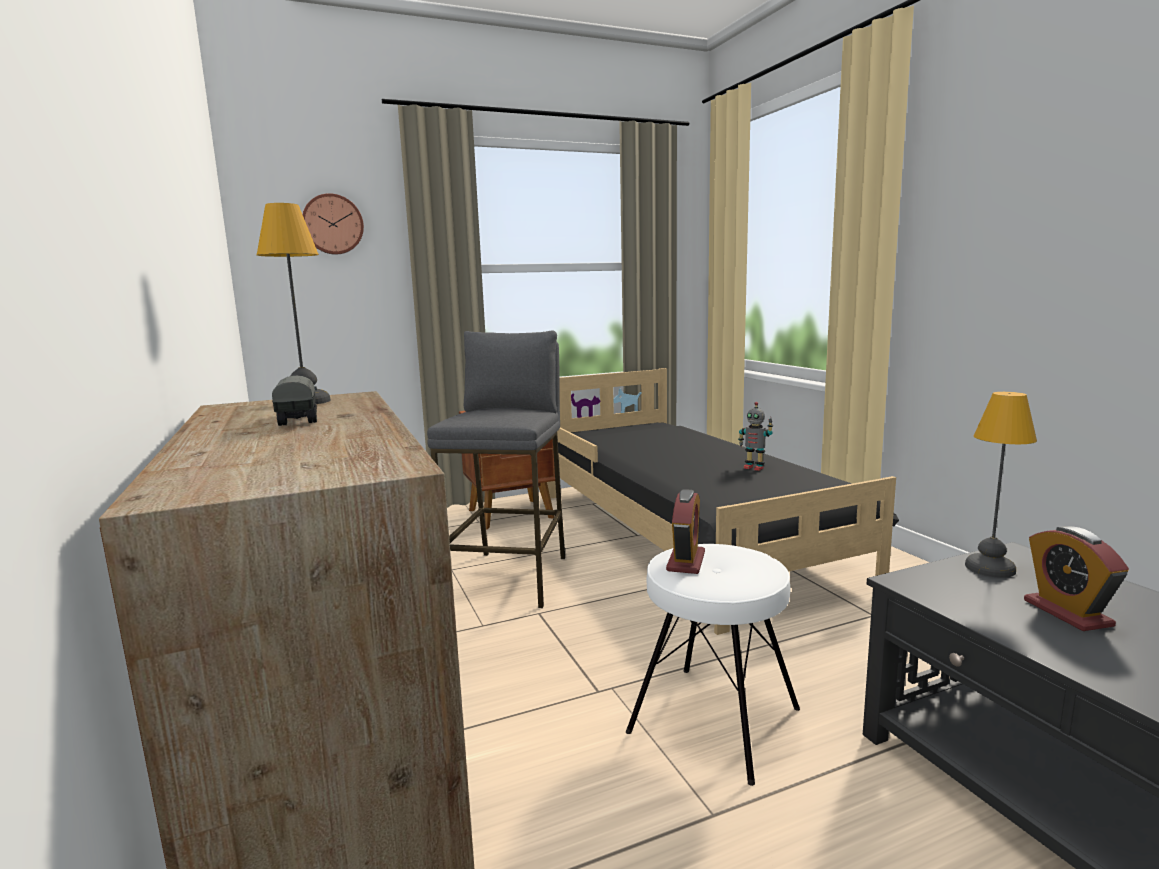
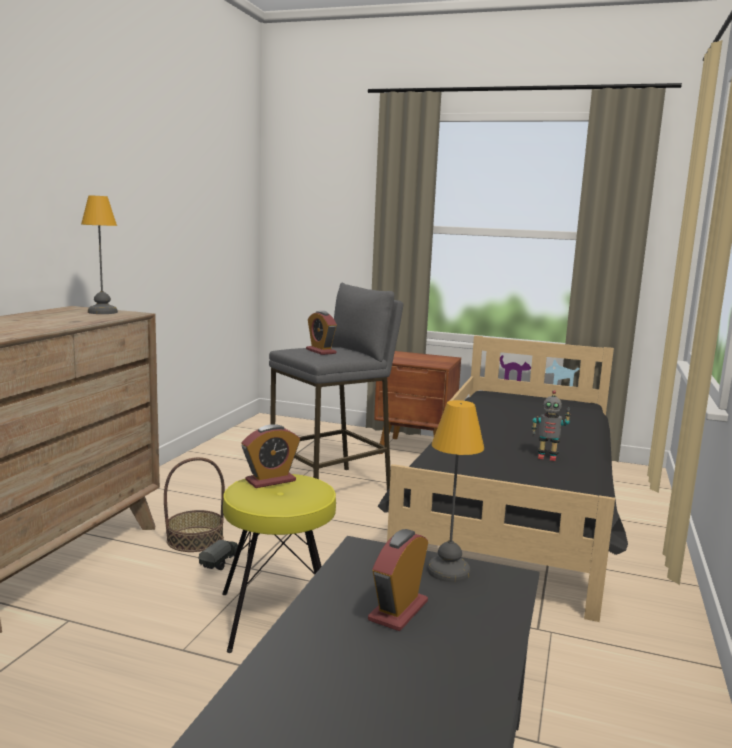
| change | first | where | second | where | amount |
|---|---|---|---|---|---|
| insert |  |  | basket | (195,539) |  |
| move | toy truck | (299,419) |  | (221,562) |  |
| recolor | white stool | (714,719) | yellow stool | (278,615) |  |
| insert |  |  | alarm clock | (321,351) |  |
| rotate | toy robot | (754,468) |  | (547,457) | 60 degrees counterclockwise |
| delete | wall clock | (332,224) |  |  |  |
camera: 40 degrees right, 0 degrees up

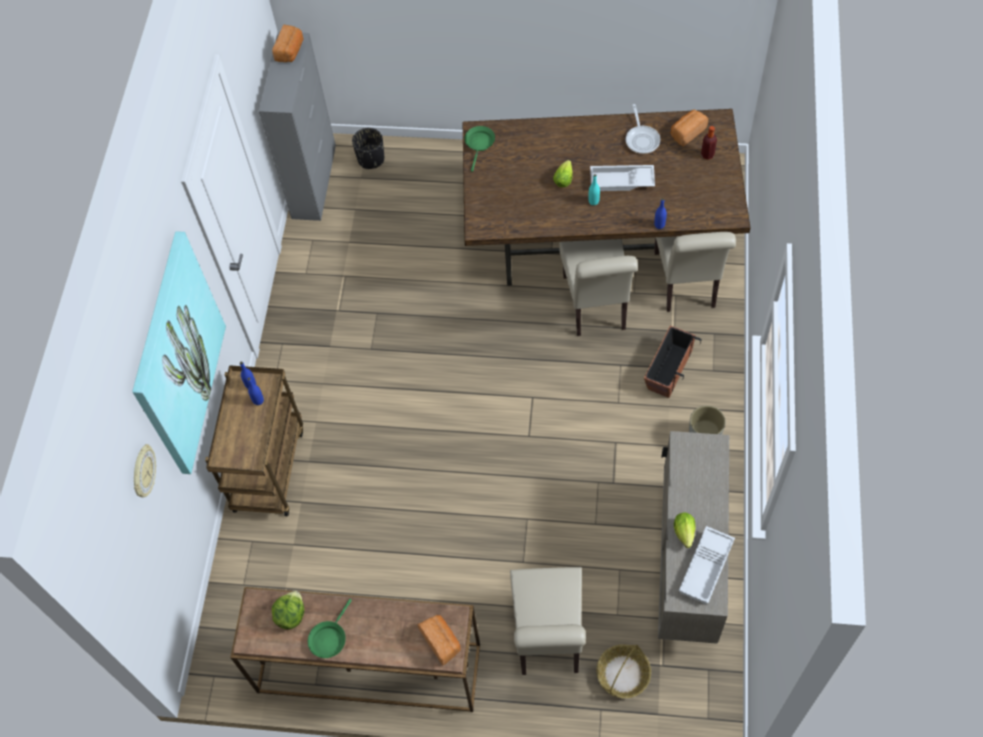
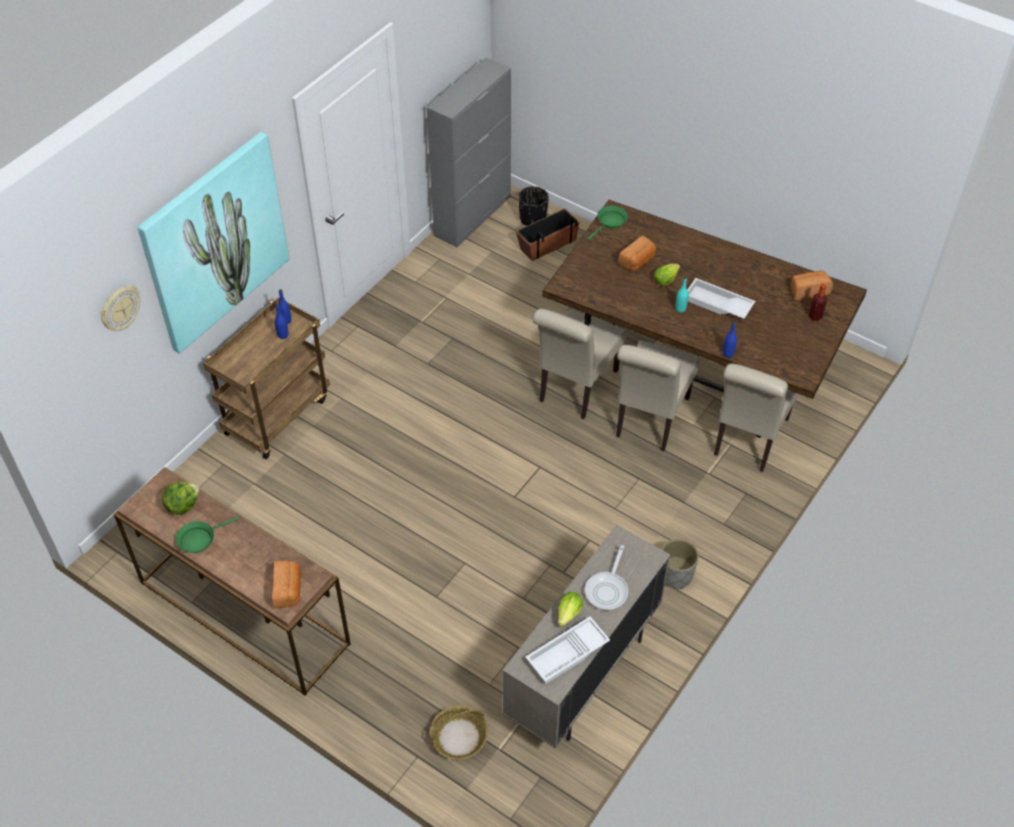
| change | first | where | second | where | amount |
|---|---|---|---|---|---|
| move | planter | (669,369) |  | (547,244) |  |
| move | beige chair | (548,639) |  | (575,389) |  |
| move | frying pan | (642,139) |  | (607,590) |  |
| move | bread | (290,51) |  | (638,261) |  |
camera: 25 degrees right, 10 degrees down

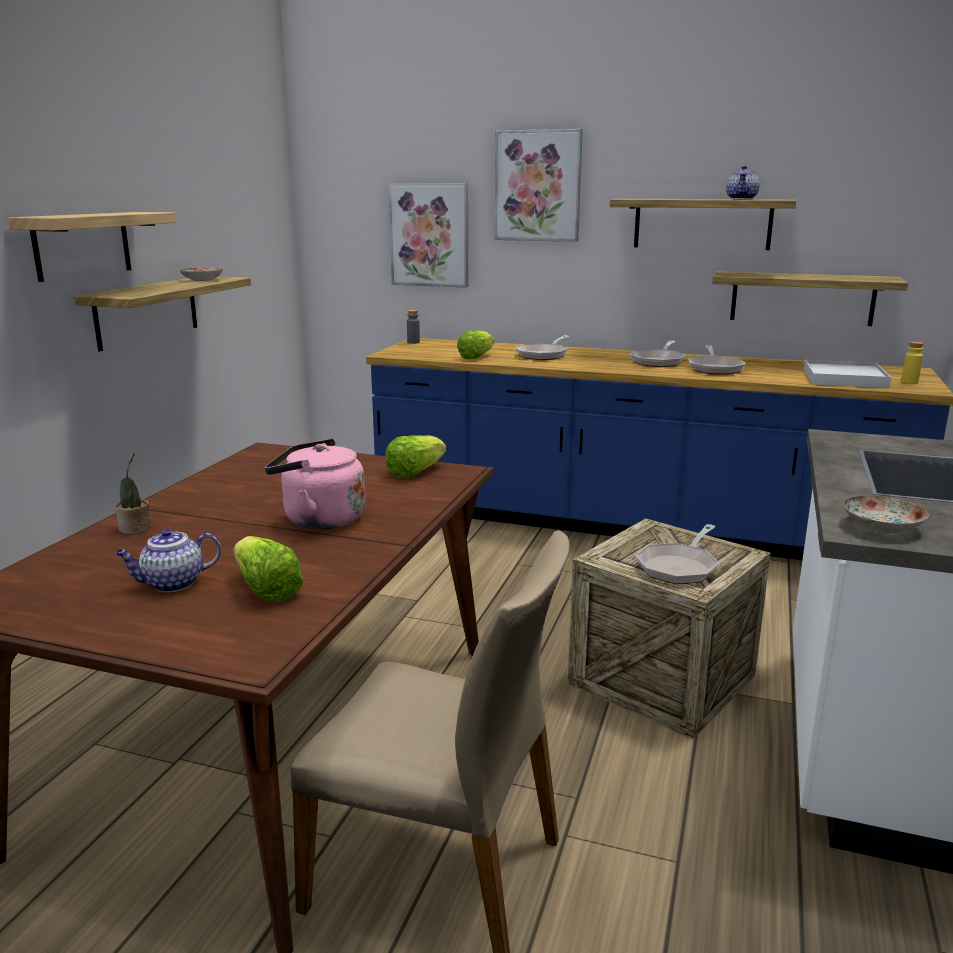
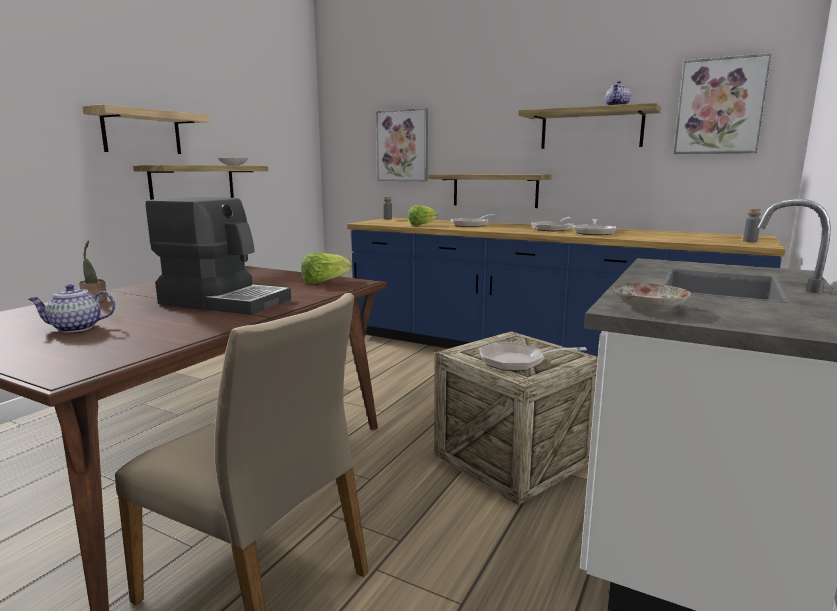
| change | first | where | second | where | amount |
|---|---|---|---|---|---|
| replace | pink kettle | (319,519) | coffee machine | (225,301) |  |
| move | shelf | (802,298) |  | (495,190) |  |
| rotate | frying pan | (679,567) |  | (517,362) | 45 degrees clockwise |
| move | picture | (538,186) |  | (720,106) |  |
| recolor | yellow bottle | (909,382) | grey bottle | (750,241) |  |
| delete | lettuce | (266,590) |  |  |  |
| delete | white tray | (844,378) |  |  |  |
camera: 10 degrees right, 5 degrees down

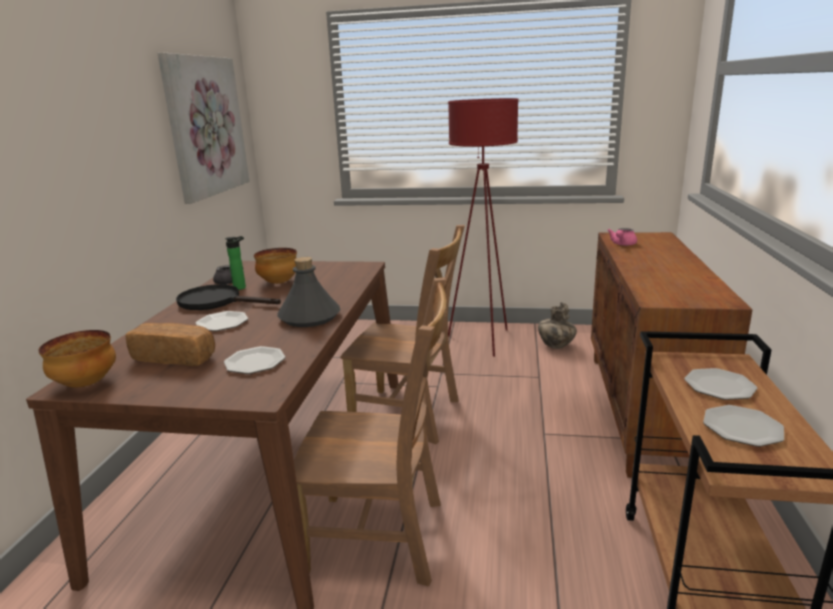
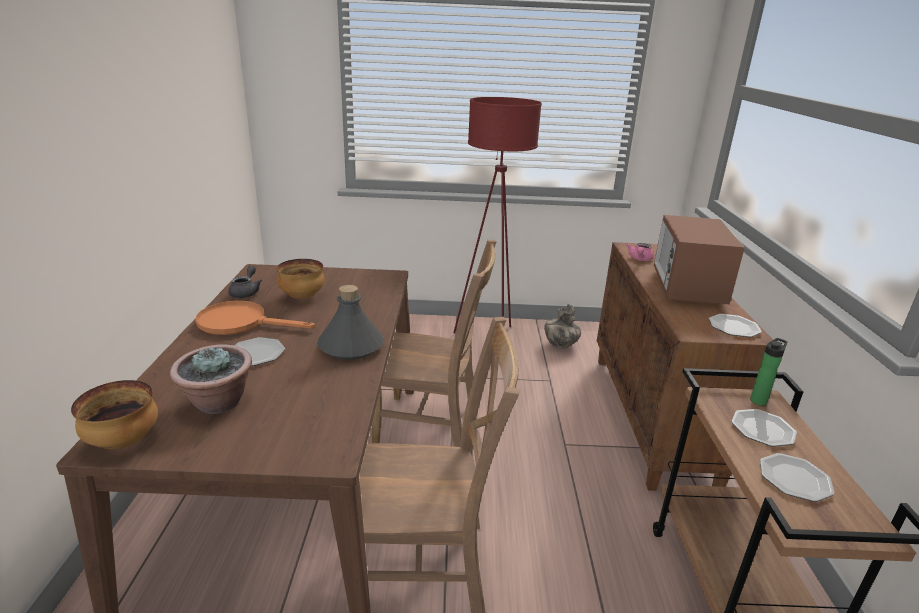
| change | first | where | second | where | amount |
|---|---|---|---|---|---|
| replace | bread | (175,358) | potted plant | (218,403) |  |
| recolor | black frying pan | (217,302) | orange frying pan | (241,323) |  |
| insert |  |  | microwave | (686,289) |  |
| move | plate | (254,362) |  | (733,327) |  |
| move | bottle | (241,287) |  | (759,400) |  |
| delete | picture | (206,126) |  |  |  |
camera: 10 degrees left, 5 degrees up

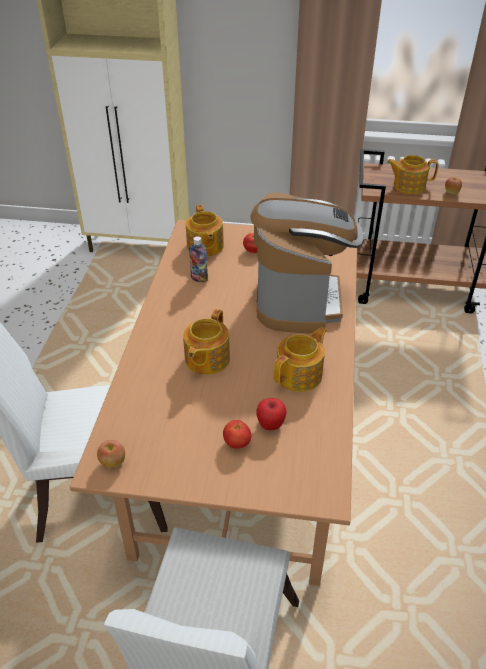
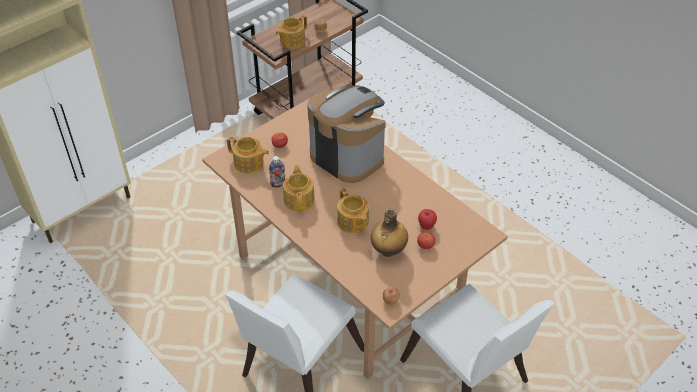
| change | first | where | second | where | amount |
|---|---|---|---|---|---|
| move | teapot | (300,375) |  | (299,199) |  |
| insert |  |  | bottle | (388,251) |  |
camera: 50 degrees left, 5 degrees up

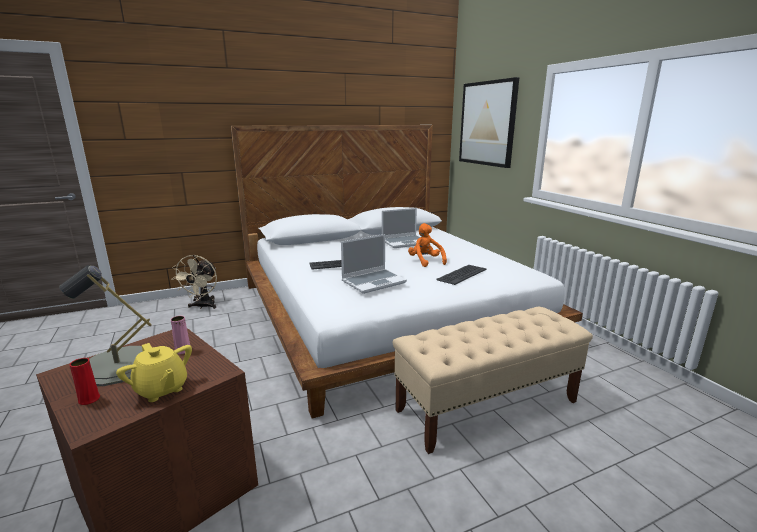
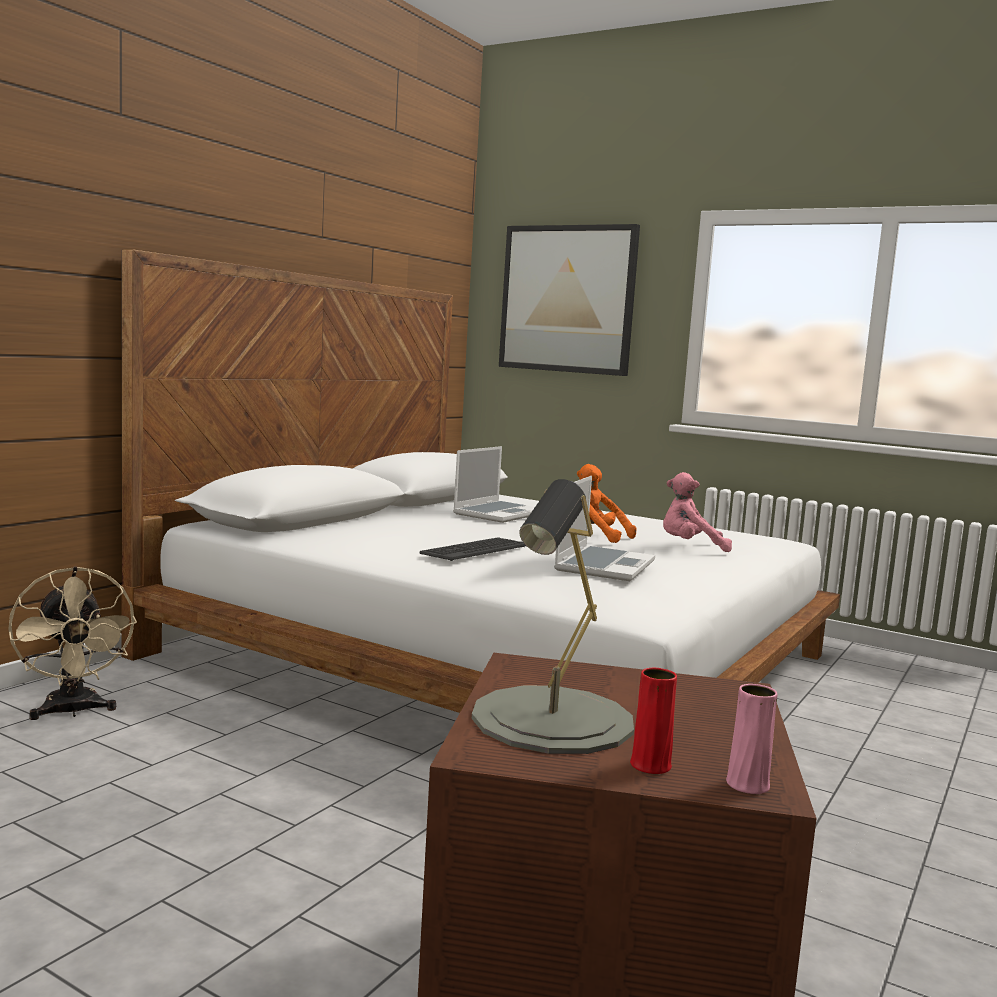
| change | first | where | second | where | amount |
|---|---|---|---|---|---|
| replace | keyboard | (461,275) | pink plush toy | (690,547) |  |
| move | pink vase | (183,350) |  | (747,784) |  |
| delete | yellow teapot | (161,389) |  |  |  |
| delete | beige bench | (487,405) |  |  |  |
camera: 35 degrees left, 10 degrees down

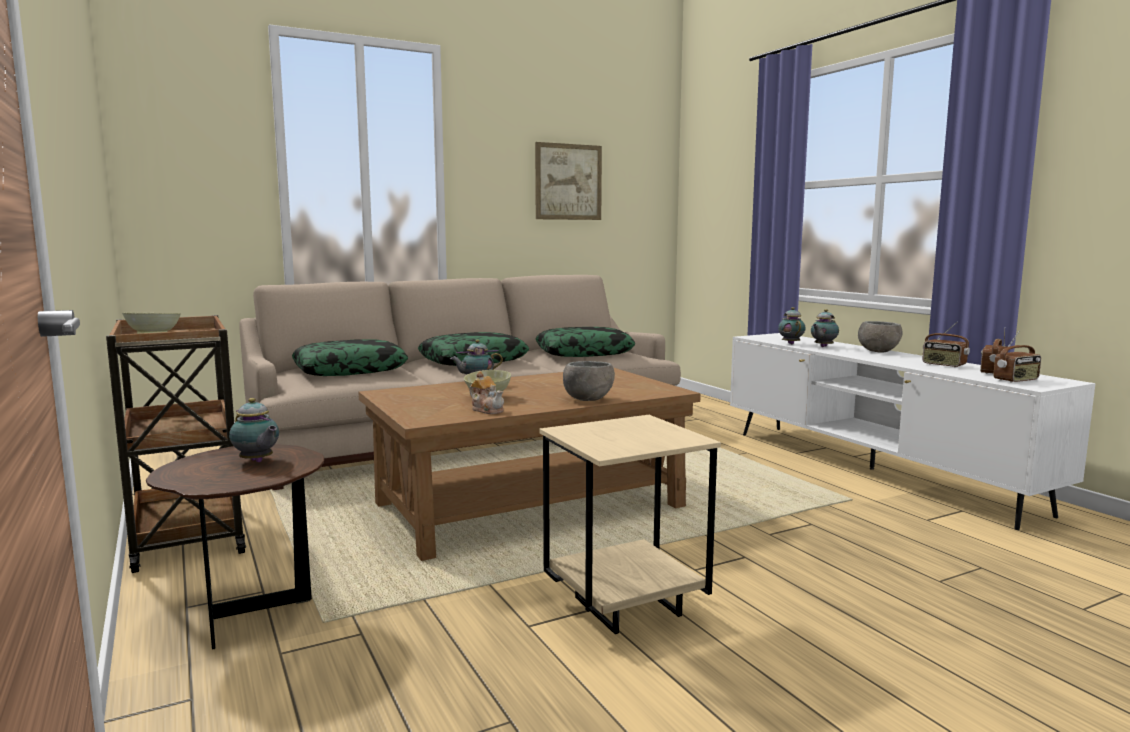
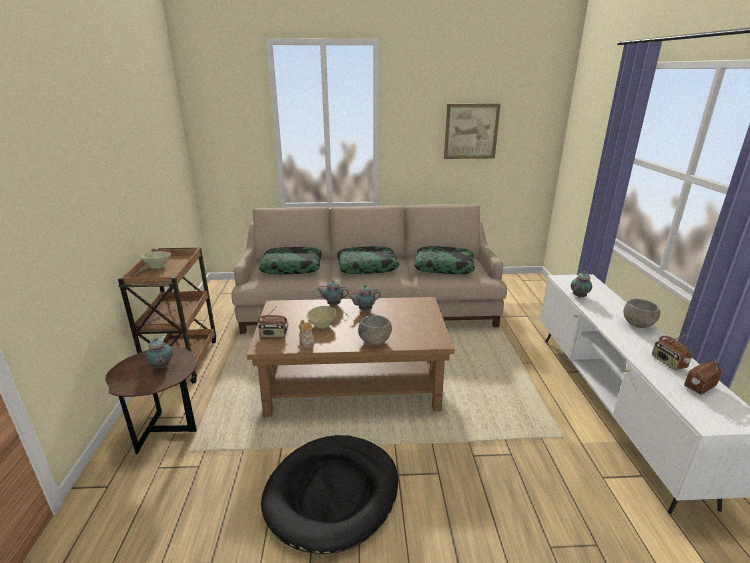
| change | first | where | second | where | amount |
|---|---|---|---|---|---|
| move | radio | (1016,380) |  | (273,335) |  |
| replace | beige side table | (624,606) | black dog bed | (333,493) |  |
| move | teapot | (822,347) |  | (364,310) |  |
camera: 25 degrees right, 15 degrees up

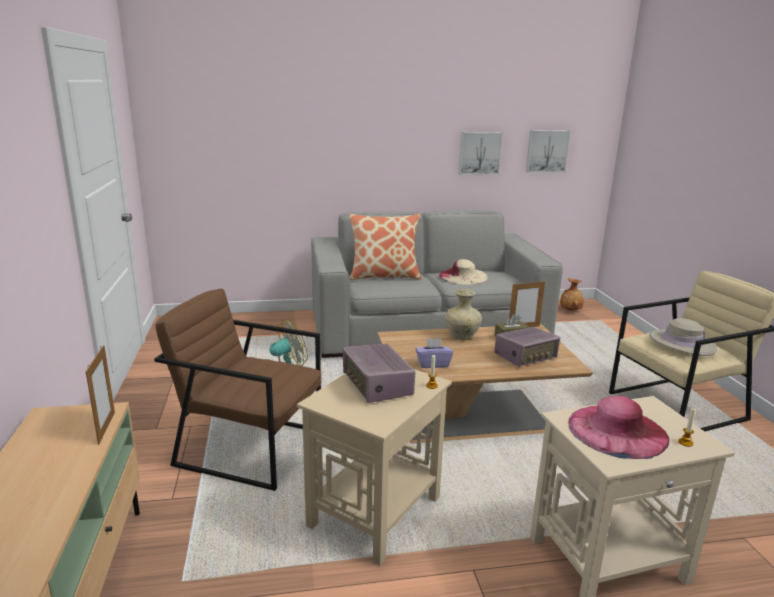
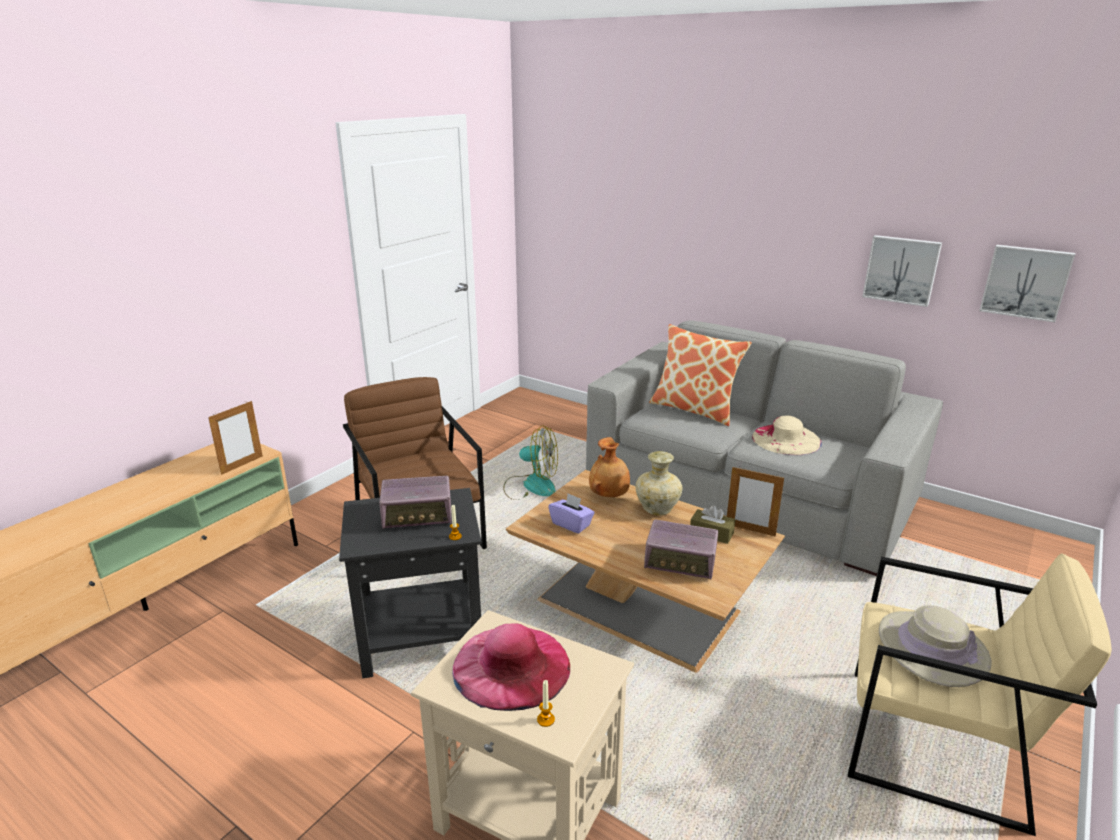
| change | first | where | second | where | amount |
|---|---|---|---|---|---|
| recolor | beige side table | (374,512) | black side table | (420,637) |  |
| rotate | radio | (377,386) |  | (418,515) | 120 degrees counterclockwise |
| move | brown vase | (571,310) |  | (609,495) |  |
camera: 45 degrees right, 5 degrees up

